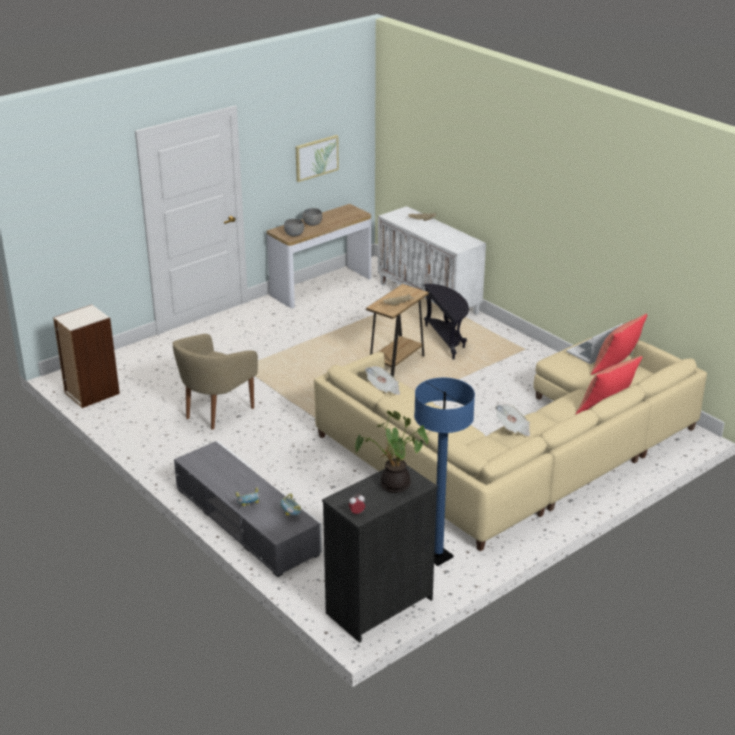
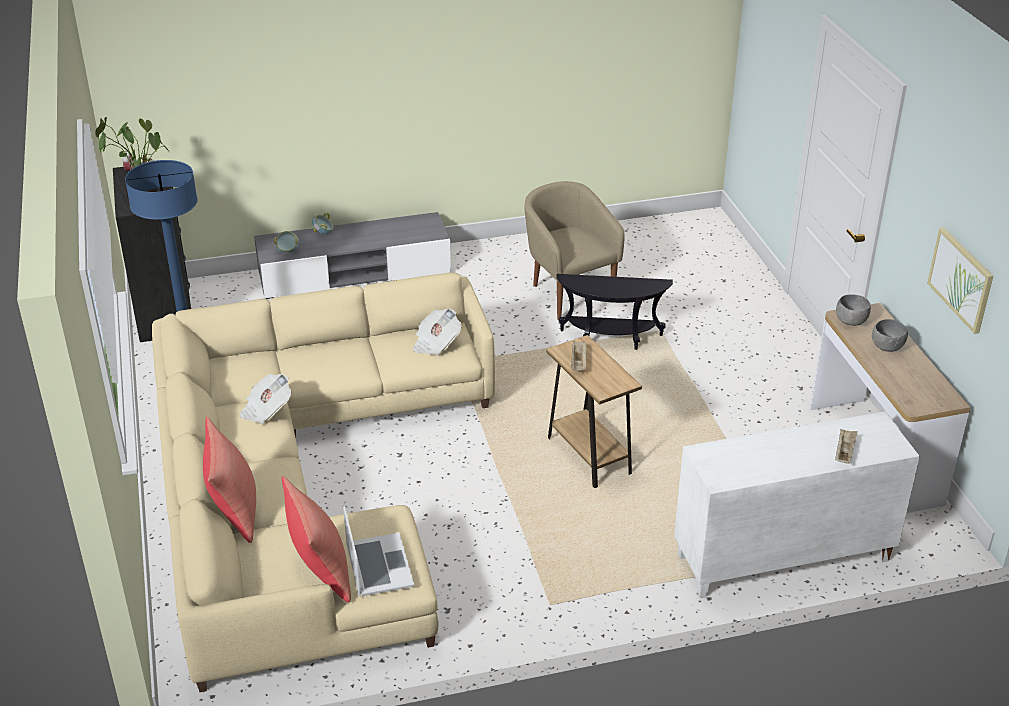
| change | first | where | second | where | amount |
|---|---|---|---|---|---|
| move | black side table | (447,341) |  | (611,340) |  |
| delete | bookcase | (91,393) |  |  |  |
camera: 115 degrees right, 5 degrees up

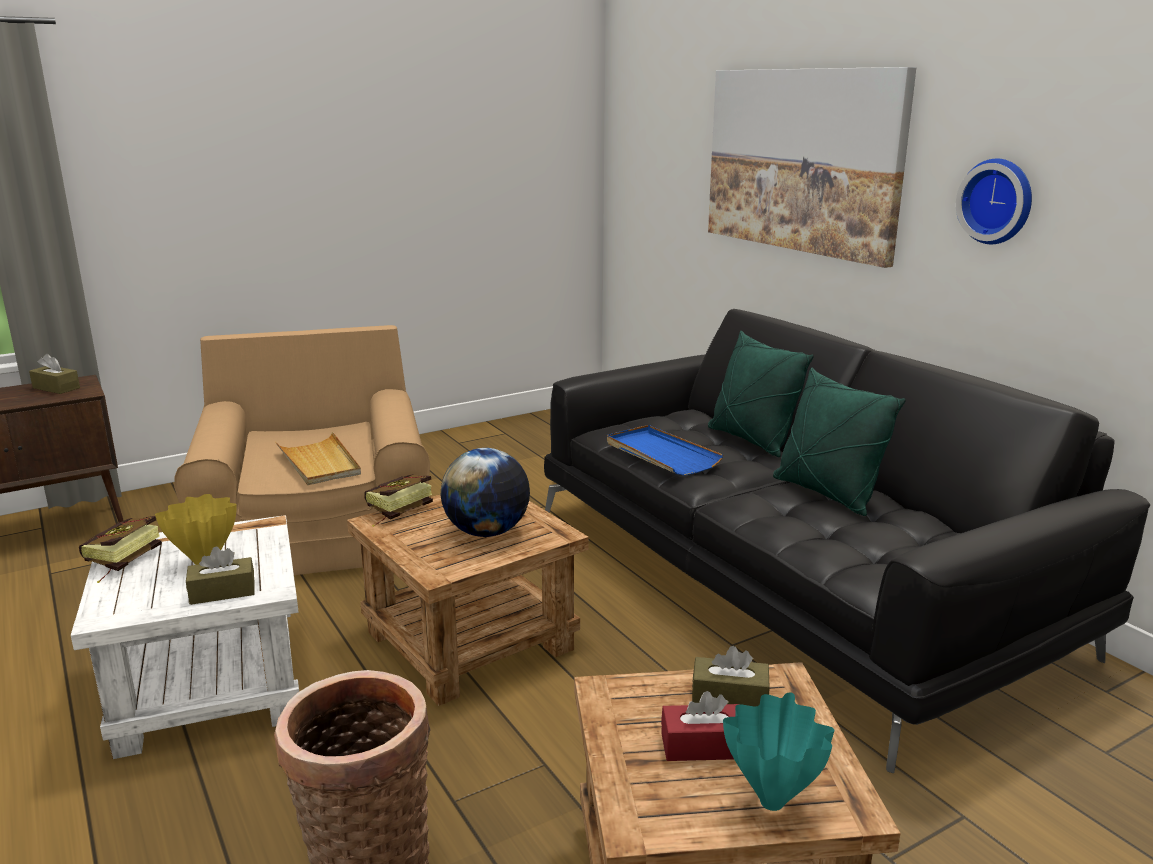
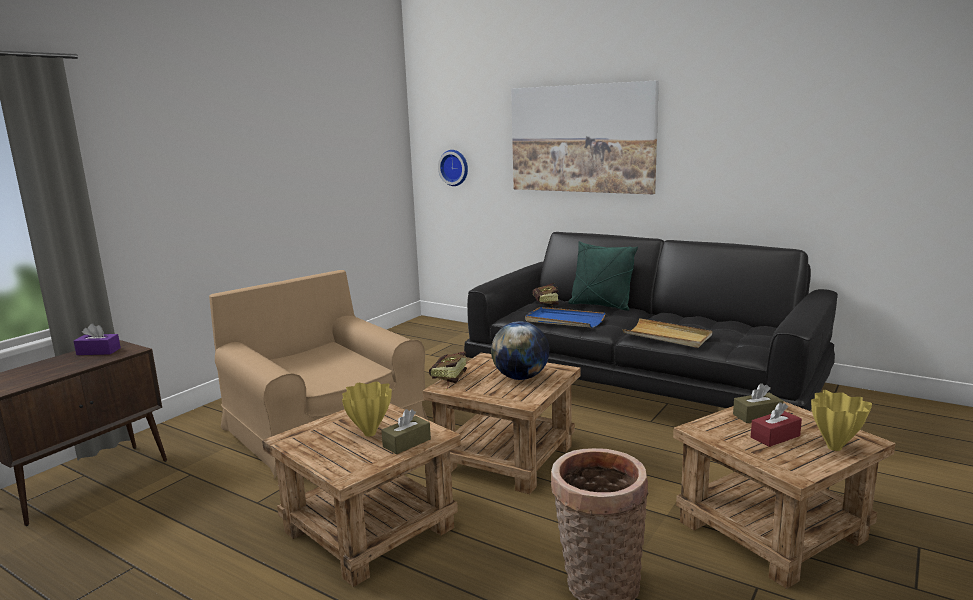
| change | first | where | second | where | amount |
|---|---|---|---|---|---|
| recolor | brown tissue box | (56,388) | purple tissue box | (98,351) |  |
| recolor | white side table | (212,687) | brown side table | (369,528) |  |
| move | wall clock | (998,201) |  | (454,167) |  |
| move | book | (118,563) |  | (546,305) |  |
| move | beige tray | (319,463) |  | (667,336) |  |
| recolor | turquoise vase | (771,804) | yellow vase | (835,448) |  |
| delete | green pillow | (827,493) |  |  |  |
camera: 25 degrees left, 5 degrees down

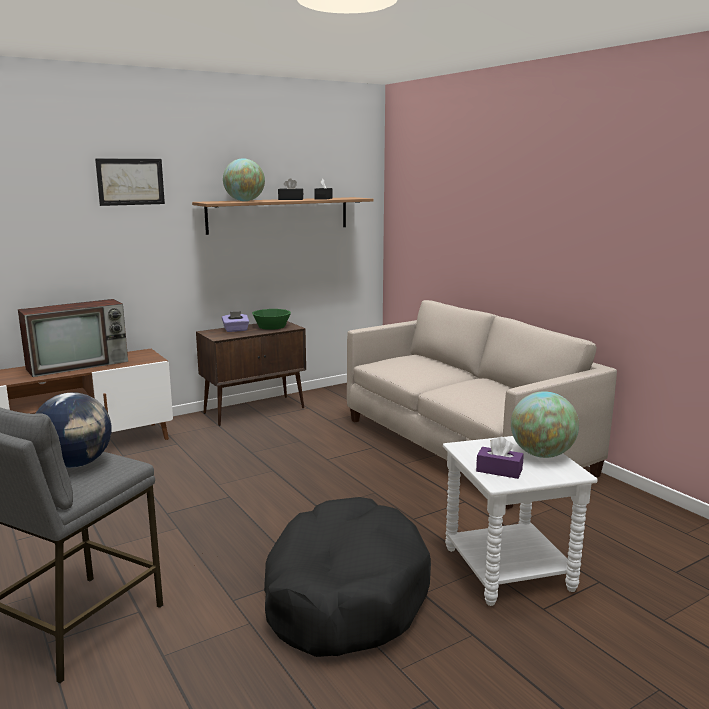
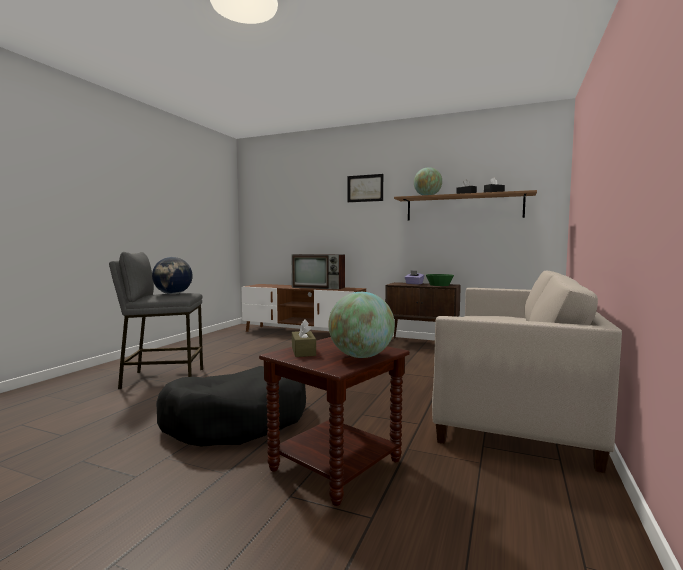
| change | first | where | second | where | amount |
|---|---|---|---|---|---|
| recolor | white side table | (509,569) | brown side table | (336,466) |  |
| recolor | purple tissue box | (499,470) | brown tissue box | (303,351) |  |
camera: 55 degrees right, 10 degrees down

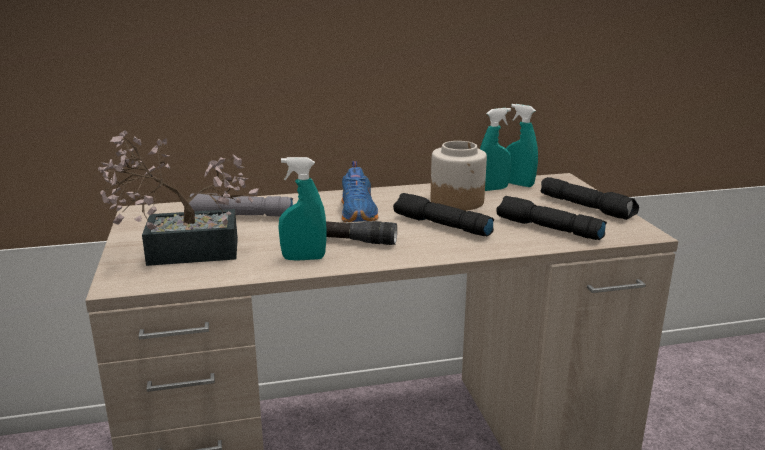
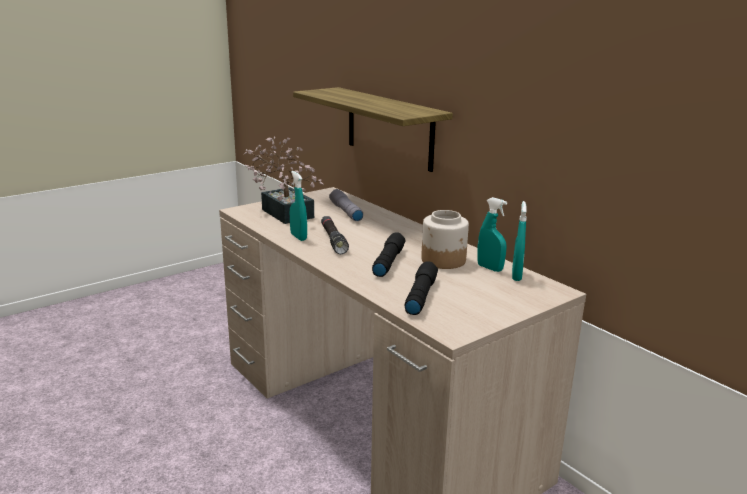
| change | first | where | second | where | amount |
|---|---|---|---|---|---|
| insert |  |  | shelf | (389,128) |  |
| delete | blue shoe | (359,213) |  |  |  |
| delete | black flashlight | (587,207) |  |  |  |
camera: 65 degrees right, 0 degrees up

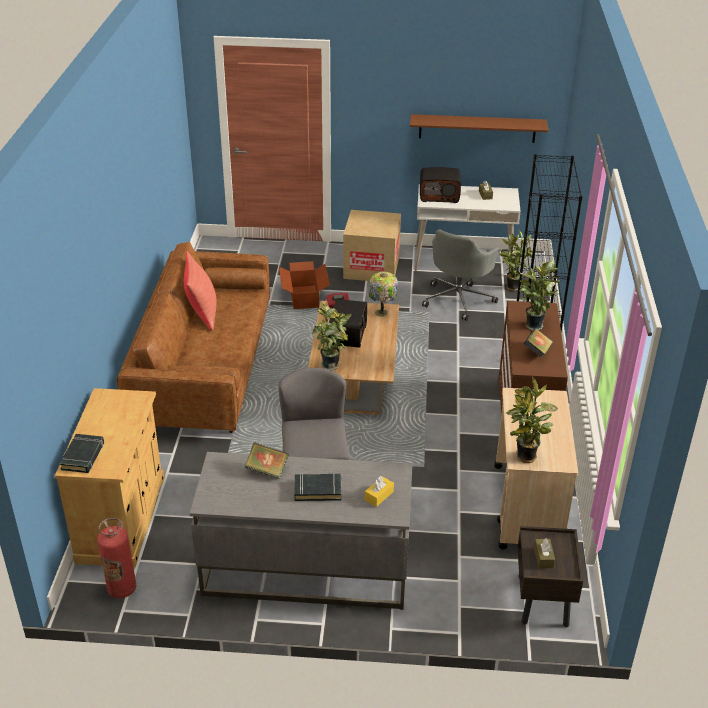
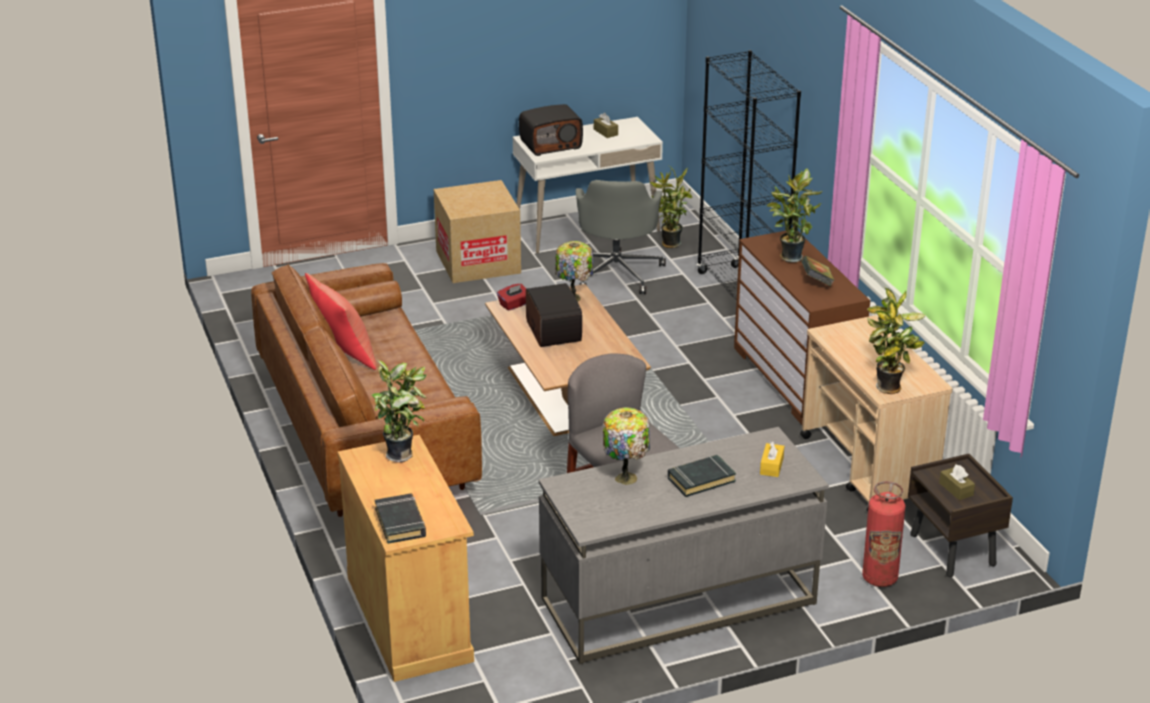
| change | first | where | second | where | amount |
|---|---|---|---|---|---|
| move | potted plant | (332,365) |  | (402,454) |  |
| replace | book | (267,470) | table lamp | (626,477) |  |
| move | fire extinguisher | (122,589) |  | (879,578) |  |
| delete | cardboard box | (305,297) |  |  |  |
| delete | brown shelf | (477,128) |  |  |  |
camera: 25 degrees left, 5 degrees down

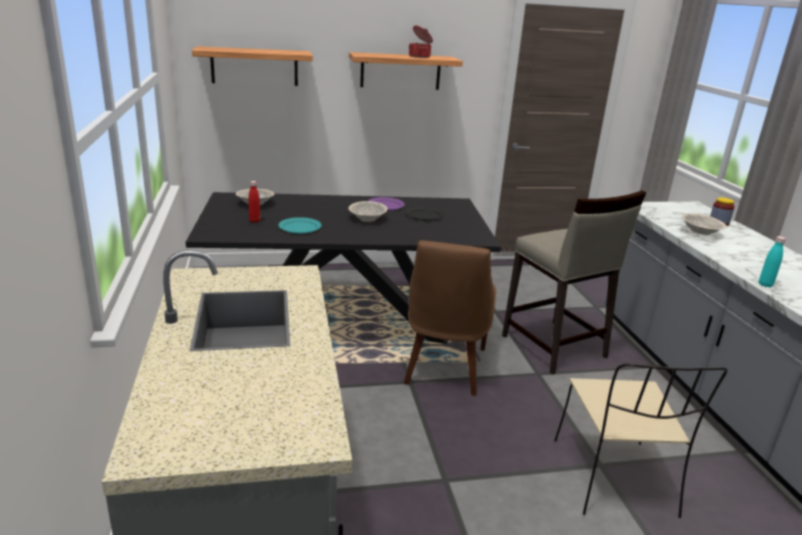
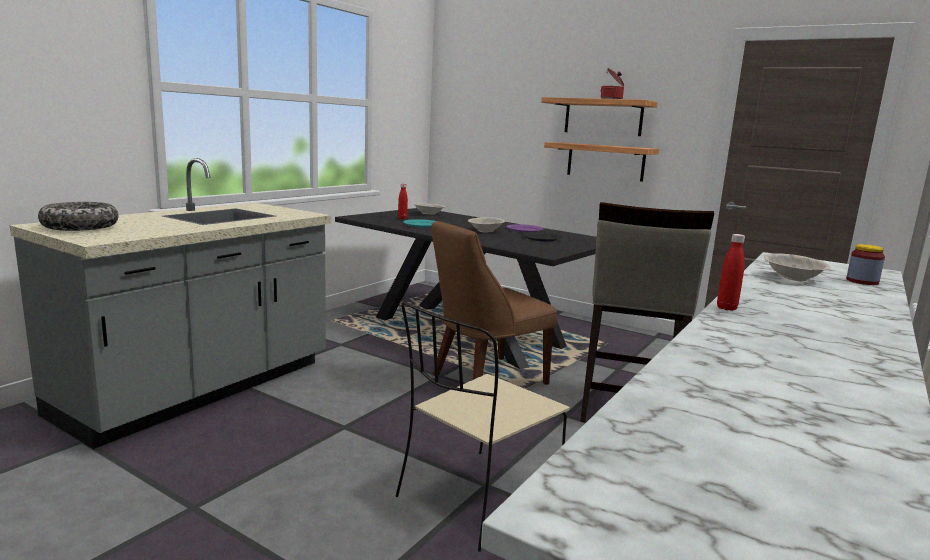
| change | first | where | second | where | amount |
|---|---|---|---|---|---|
| insert |  |  | bowl | (80,227) |  |
| move | shelf | (254,66) |  | (605,161) |  |
| recolor | turquoise bottle | (765,285) | red bottle | (726,308) |  |
camera: 45 degrees right, 10 degrees down

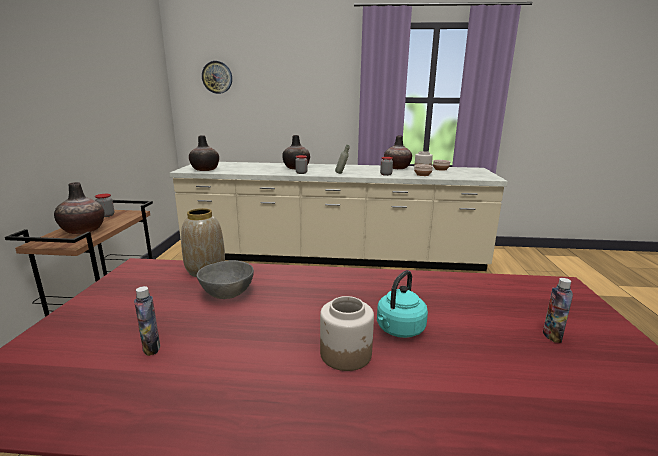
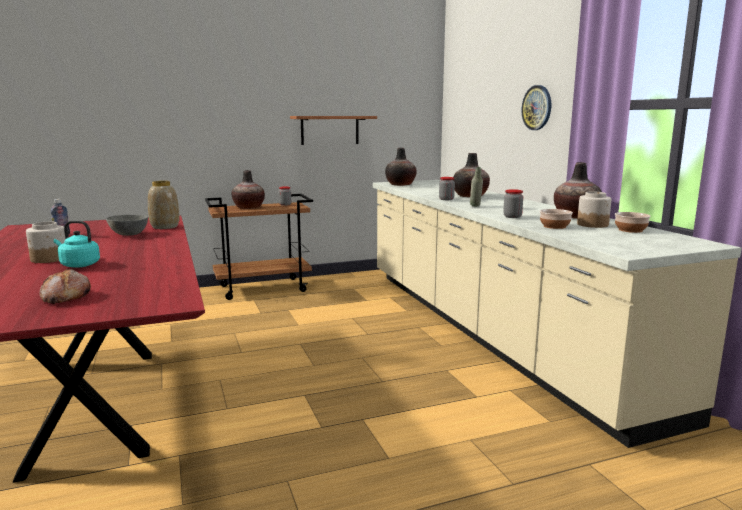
| change | first | where | second | where | amount |
|---|---|---|---|---|---|
| replace | bottle | (552,336) | bread | (65,297) |  |
| insert |  |  | shelf | (330,130) |  |
| move | wall clock | (217,77) |  | (537,107) |  |
camera: 65 degrees right, 5 degrees down

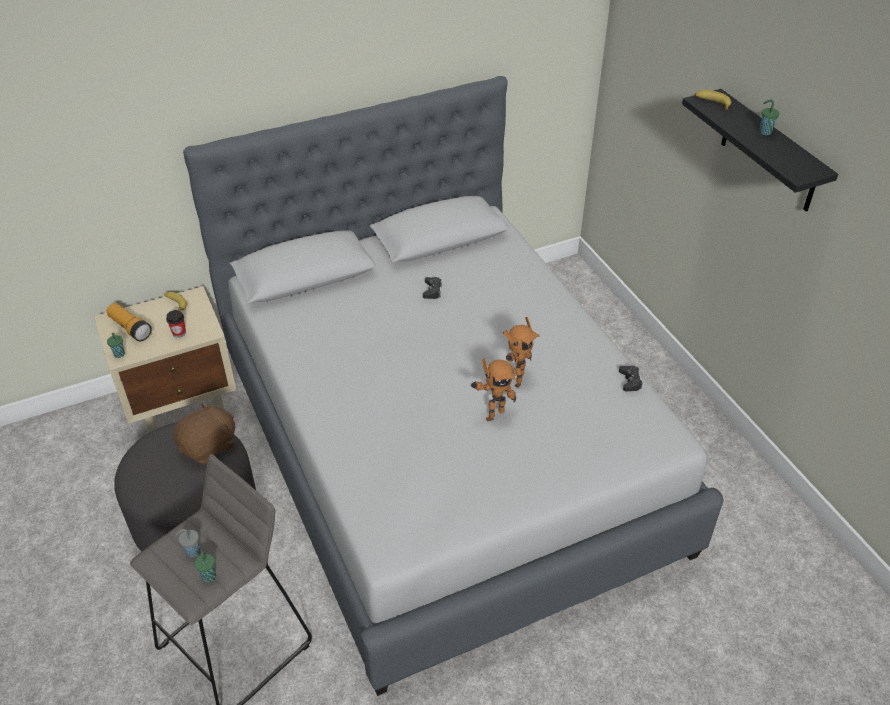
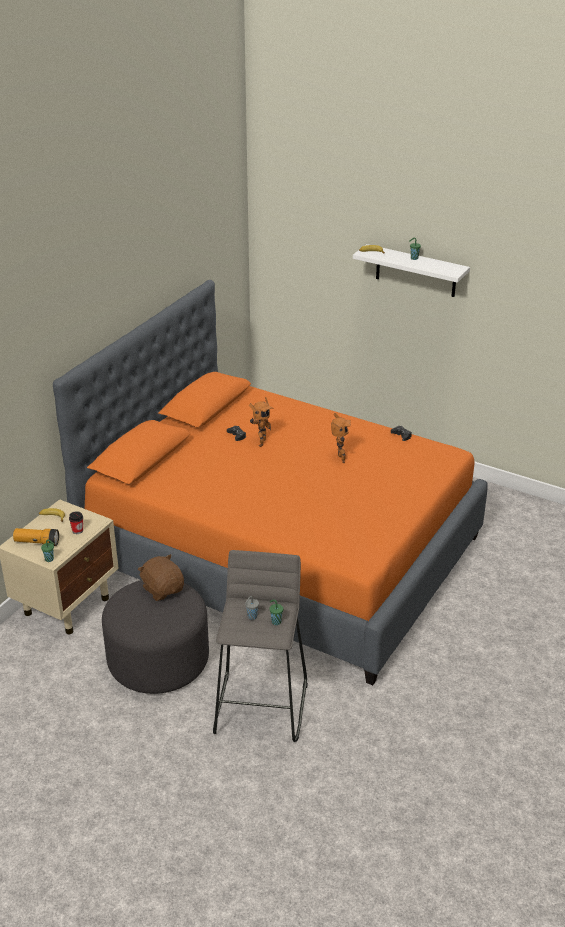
| change | first | where | second | where | amount |
|---|---|---|---|---|---|
| recolor | grey bed | (445,450) | orange bed | (281,550) |  |
| rotate | brown plush toy | (209,447) |  | (163,589) | 45 degrees counterclockwise |
| move | toy robot | (493,413) |  | (260,442) |  |
| recolor | black shelf | (769,152) | white shelf | (416,271) |  |
camera: 35 degrees left, 10 degrees down

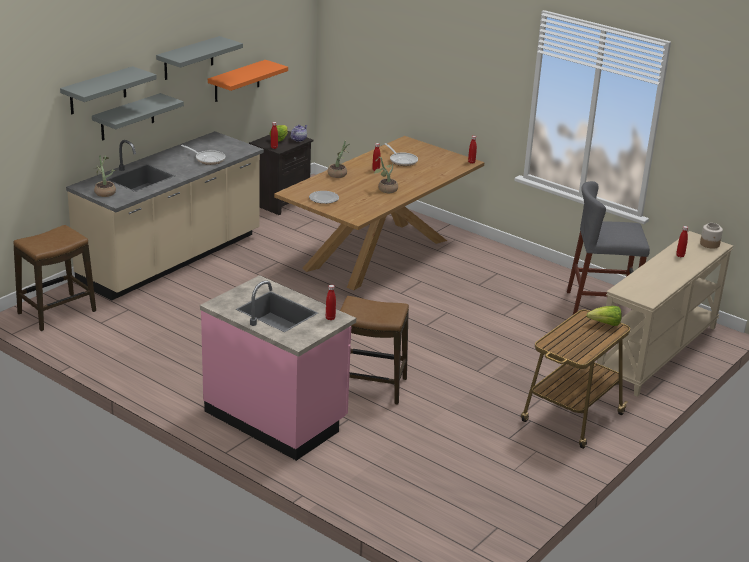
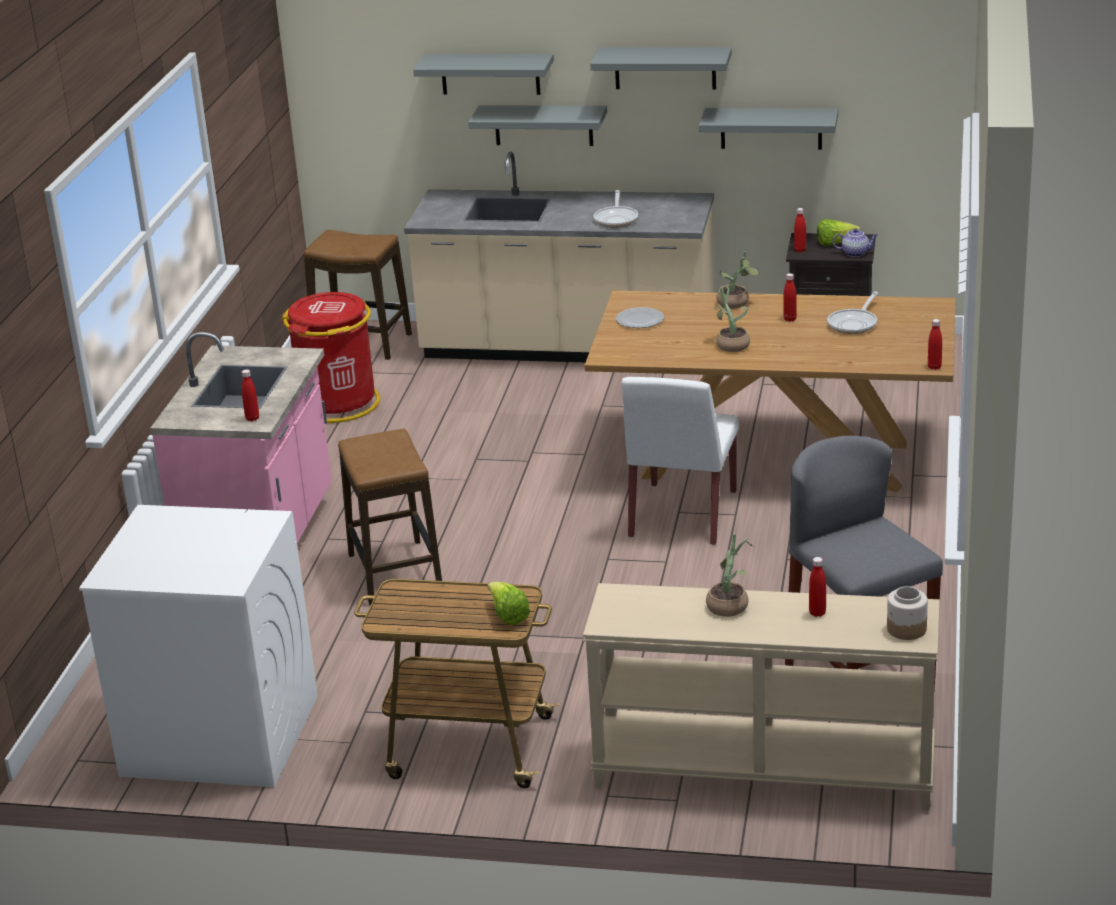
| change | first | where | second | where | amount |
|---|---|---|---|---|---|
| insert |  |  | white washing machine | (218,736) |  |
| insert |  |  | red trash can | (338,404) |  |
| insert |  |  | white chair | (682,515) |  |
| recolor | orange shelf | (237,81) | grey shelf | (771,128) |  |
| move | potted plant | (104,192) |  | (730,604) |  |
camera: 65 degrees right, 0 degrees up

